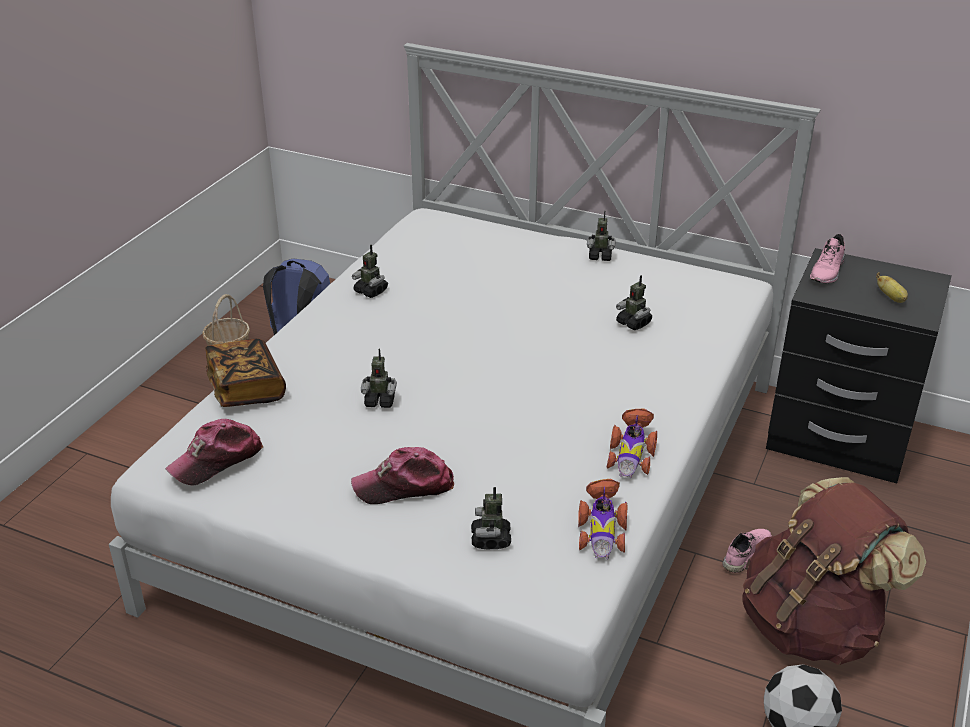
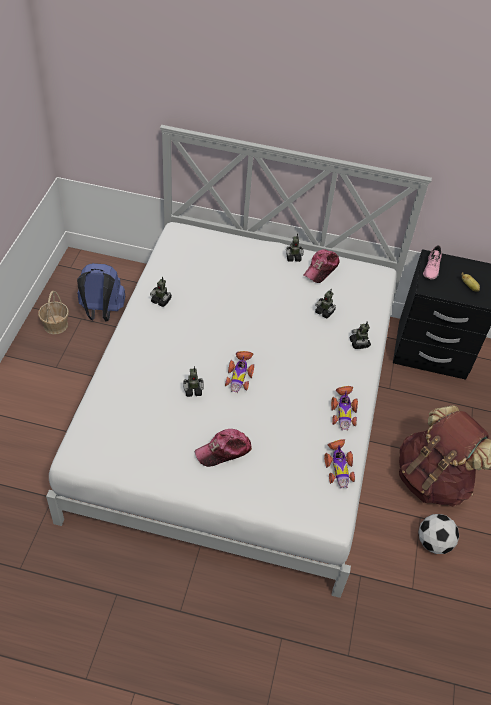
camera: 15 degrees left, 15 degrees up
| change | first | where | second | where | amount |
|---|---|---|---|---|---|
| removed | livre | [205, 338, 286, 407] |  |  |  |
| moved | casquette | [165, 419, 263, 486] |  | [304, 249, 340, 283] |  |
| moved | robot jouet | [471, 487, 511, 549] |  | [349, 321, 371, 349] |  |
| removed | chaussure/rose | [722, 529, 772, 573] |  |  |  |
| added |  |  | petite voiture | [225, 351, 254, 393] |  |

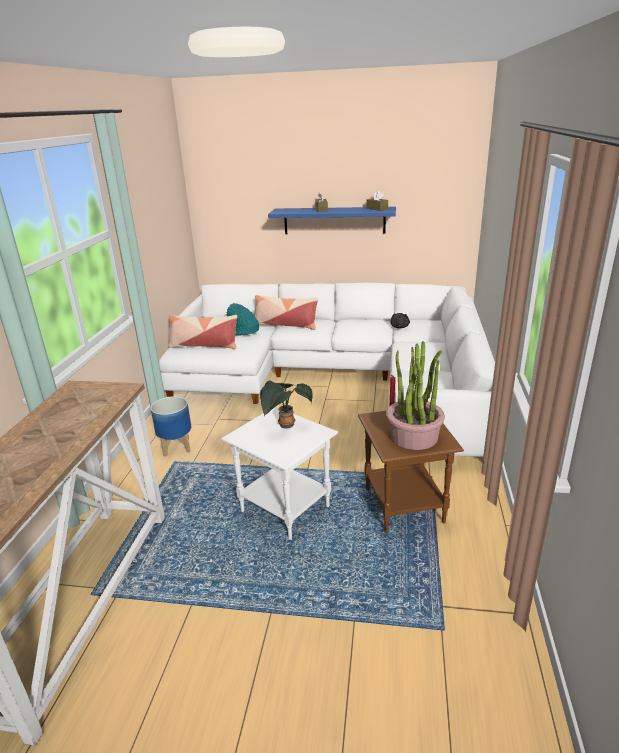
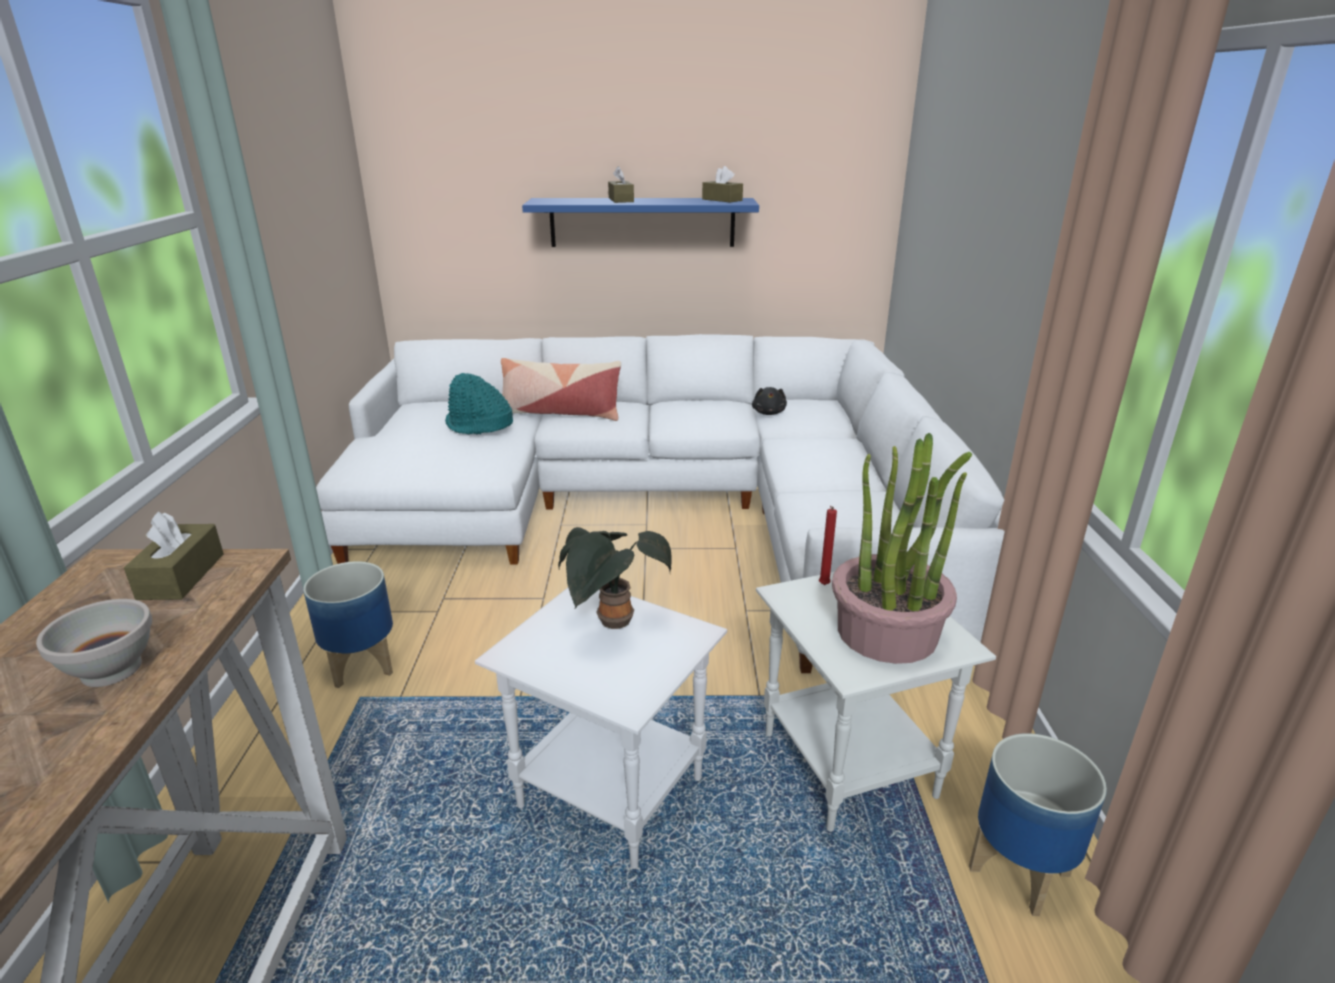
camera: 10 degrees left, 0 degrees up
| change | first | where | second | where | amount |
|---|---|---|---|---|---|
| removed | coussin | [169, 315, 237, 349] |  |  |  |
| recoloured | table d'appoint/marron | [358, 411, 464, 533] | table d'appoint/blanc | [756, 572, 996, 832] |  |
| added |  |  | boîte à mouchoirs/marron | [124, 511, 224, 600] |  |
| added |  |  | bol/blanc | [36, 599, 152, 687] |  |
| added |  |  | cache-pot | [969, 733, 1107, 916] |  |

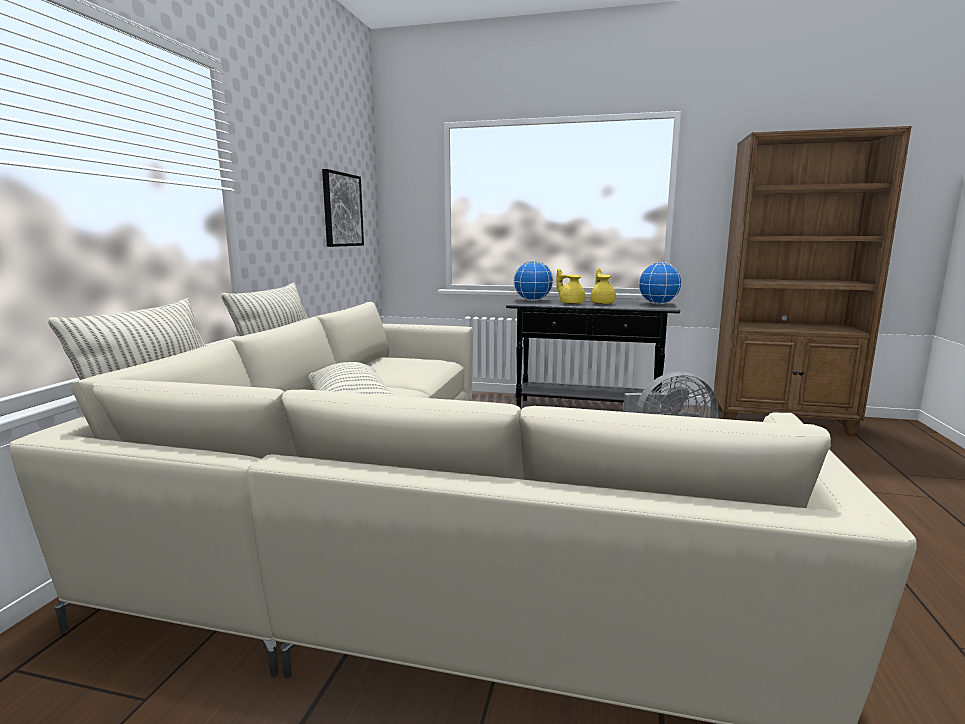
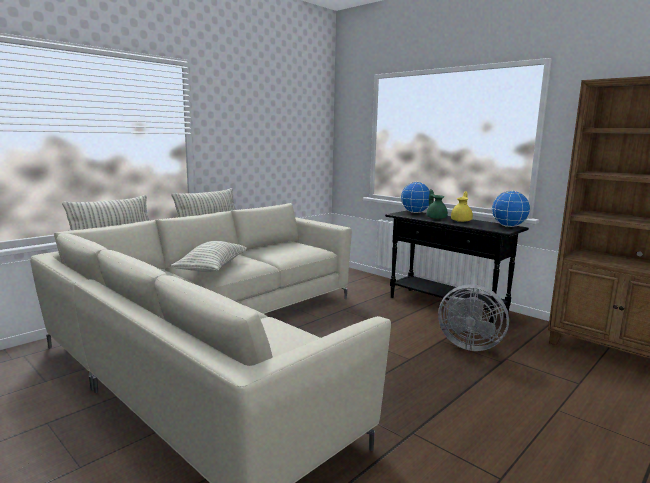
camera: 30 degrees right, 0 degrees up
| change | first | where | second | where | amount |
|---|---|---|---|---|---|
| removed | tableau | [322, 169, 364, 247] |  |  |  |
| recoloured | théière/jaune | [556, 268, 585, 304] | théière/vert | [427, 189, 448, 219] |  |

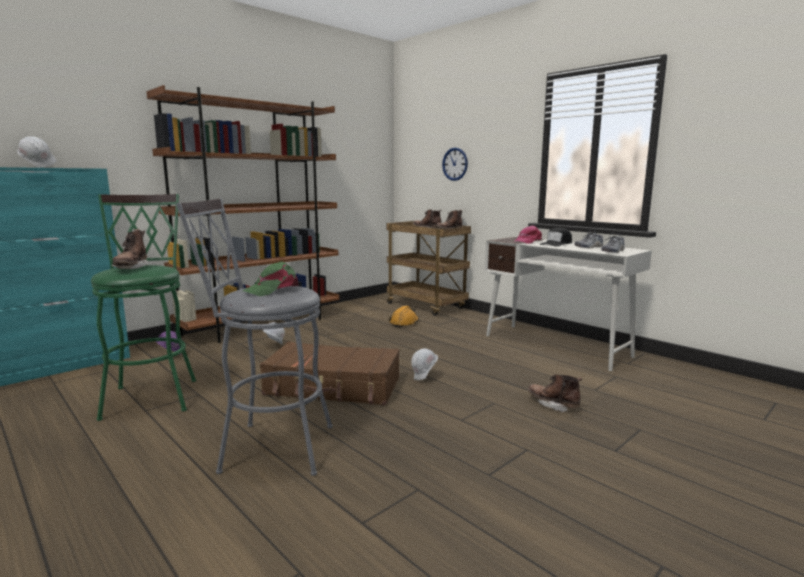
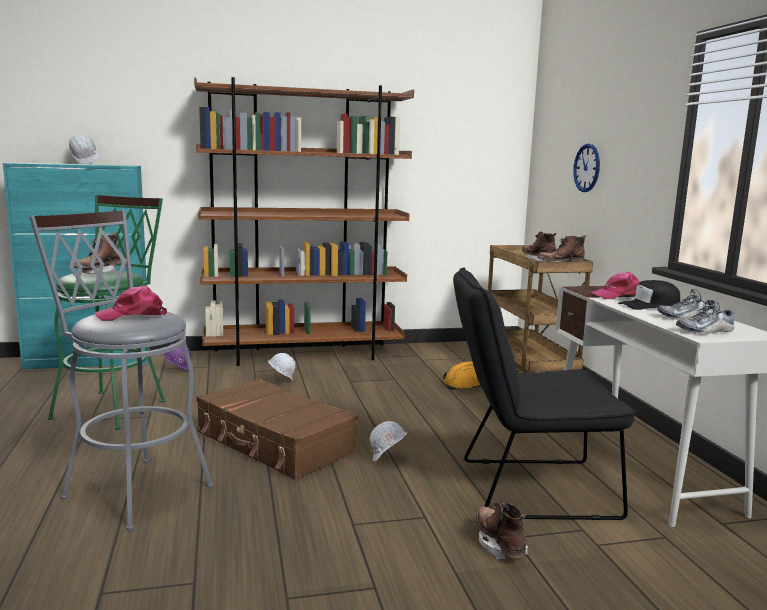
camera: 30 degrees right, 0 degrees up
| change | first | where | second | where | amount |
|---|---|---|---|---|---|
| recoloured | casquette/vert | [242, 261, 298, 296] | casquette/rose | [95, 285, 167, 321] |  |
| added |  |  | chaise/noir | [453, 267, 636, 520] |  |

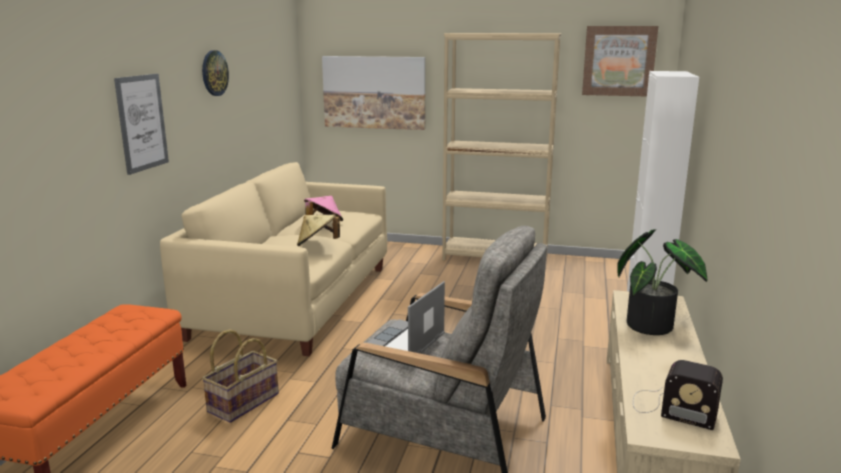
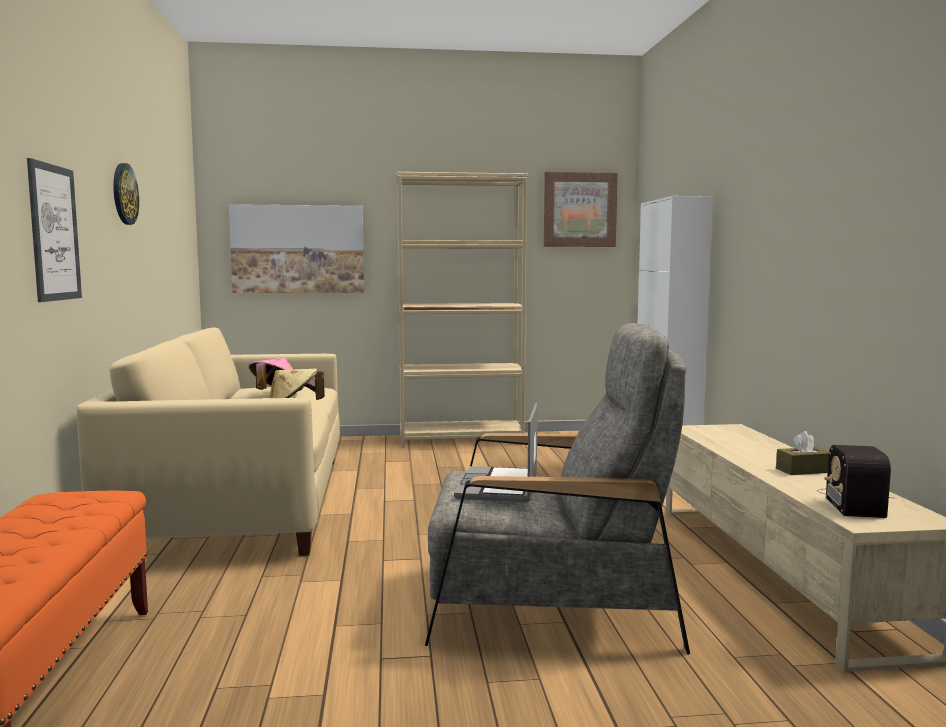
camera: 20 degrees left, 10 degrees down
| change | first | where | second | where | amount |
|---|---|---|---|---|---|
| removed | plante en pot | [617, 229, 708, 335] |  |  |  |
| removed | panier | [202, 329, 279, 423] |  |  |  |
| turned | radio | [633, 360, 723, 430] |  | [817, 445, 893, 518] | 90 degrees clockwise |
| added |  |  | boîte à mouchoirs/marron | [776, 431, 829, 475] |  |

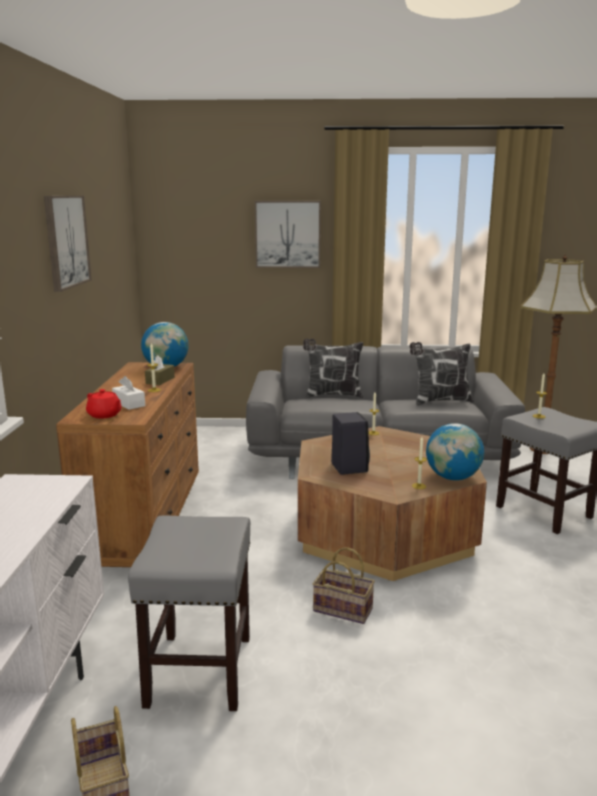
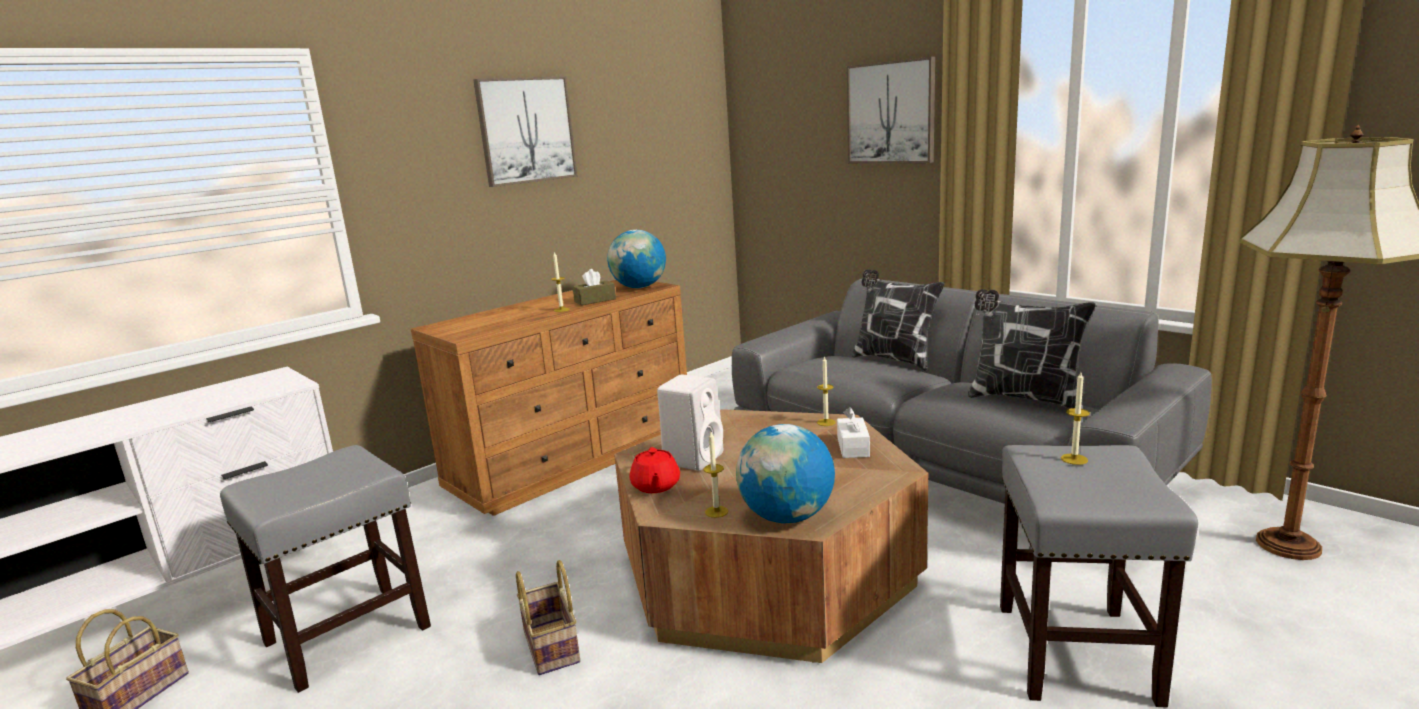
camera: 45 degrees right, 0 degrees up
| change | first | where | second | where | amount |
|---|---|---|---|---|---|
| moved | boîte à mouchoirs/blanc | [112, 376, 145, 410] |  | [837, 407, 870, 458] |  |
| moved | théière/rouge | [86, 389, 121, 418] |  | [630, 447, 680, 493] |  |
| recoloured | enceinte/noir | [331, 412, 370, 475] | enceinte/blanc | [657, 374, 723, 471] |  |

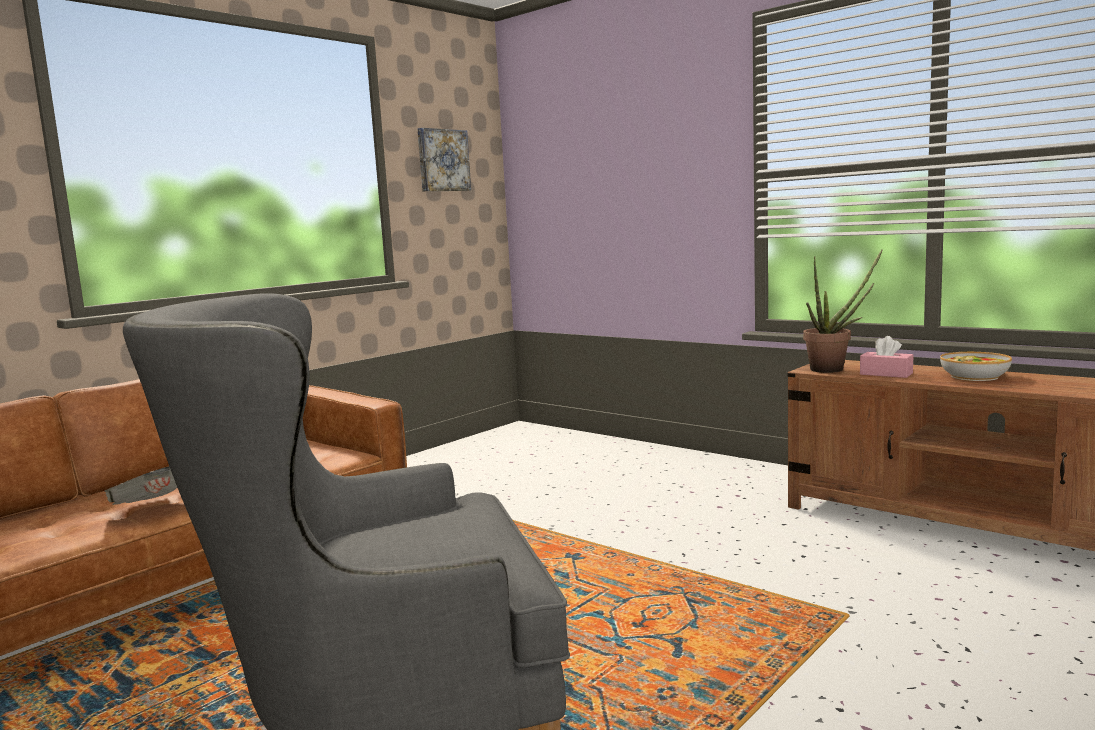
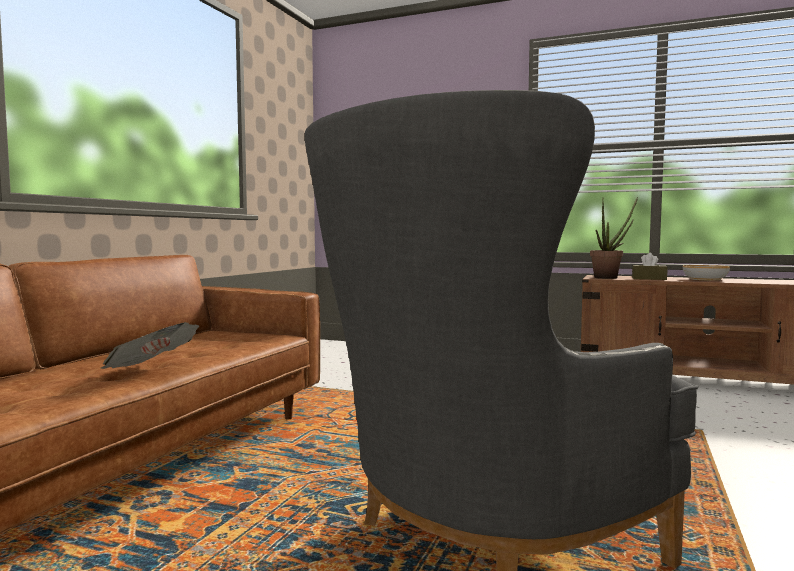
camera: 20 degrees left, 5 degrees down
| change | first | where | second | where | amount |
|---|---|---|---|---|---|
| removed | tableau | [418, 128, 471, 191] |  |  |  |
| recoloured | boîte à mouchoirs/rose | [860, 336, 913, 378] | boîte à mouchoirs/marron | [632, 253, 668, 280] |  |

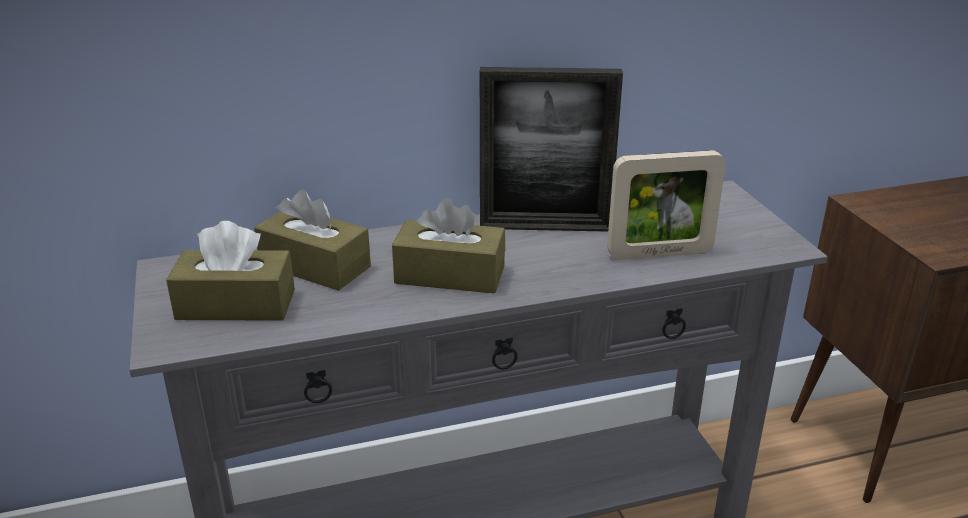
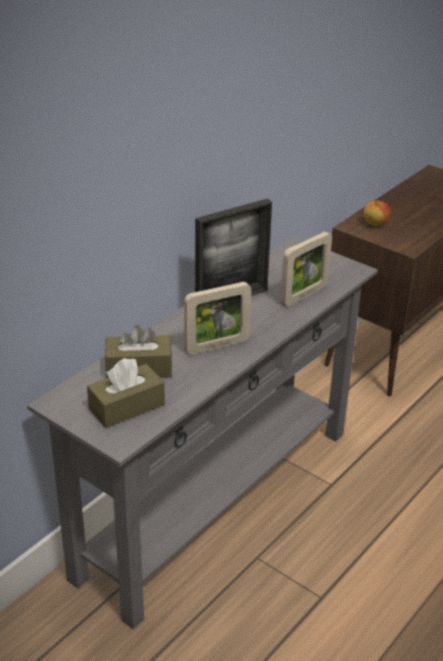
camera: 35 degrees left, 5 degrees up
| change | first | where | second | where | amount |
|---|---|---|---|---|---|
| replaced | boîte à mouchoirs/marron | [392, 198, 505, 294] | cadre photo | [184, 282, 251, 355] |  |
| added |  |  | pomme | [363, 201, 391, 226] |  |

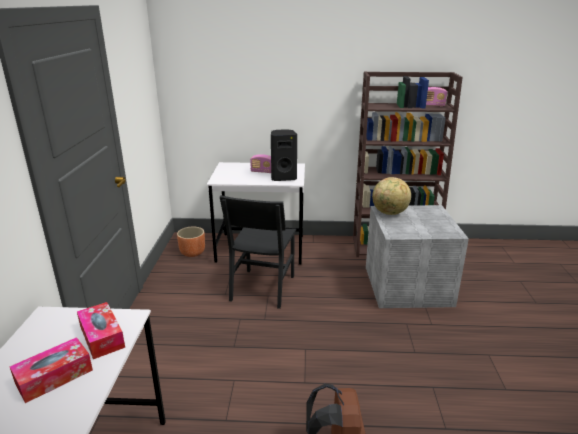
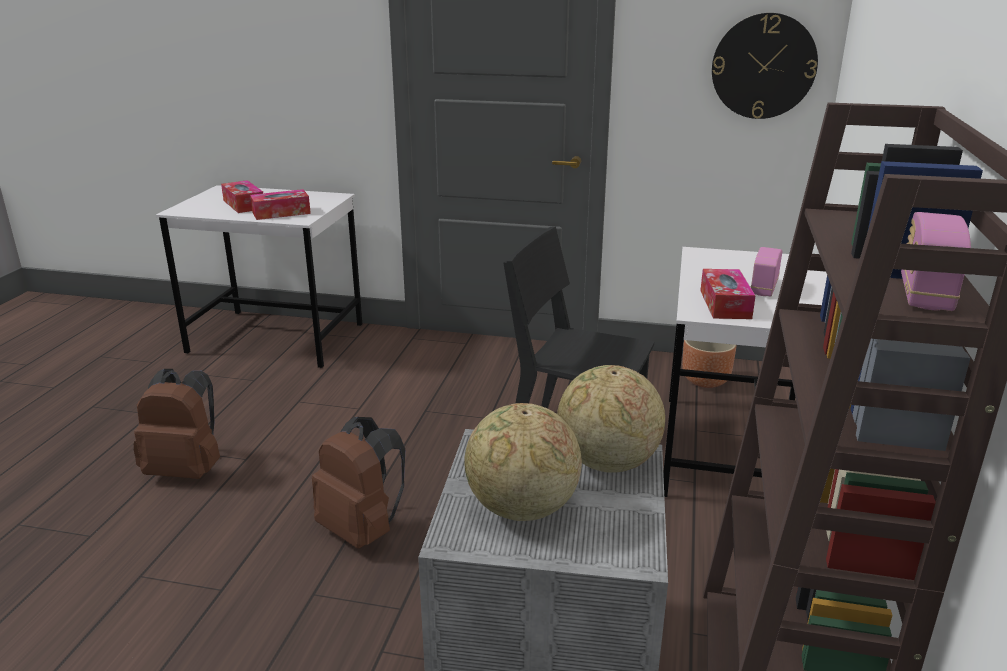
camera: 100 degrees right, 0 degrees up
| change | first | where | second | where | amount |
|---|---|---|---|---|---|
| replaced | enceinte/noir | [271, 129, 297, 181] | boîte à mouchoirs | [700, 269, 755, 319] |  |
| added |  |  | horloge murale | [712, 13, 818, 119] |  |
| added |  |  | globe | [464, 403, 582, 521] |  |
| added |  |  | sac à dos/marron | [312, 417, 405, 549] |  |

